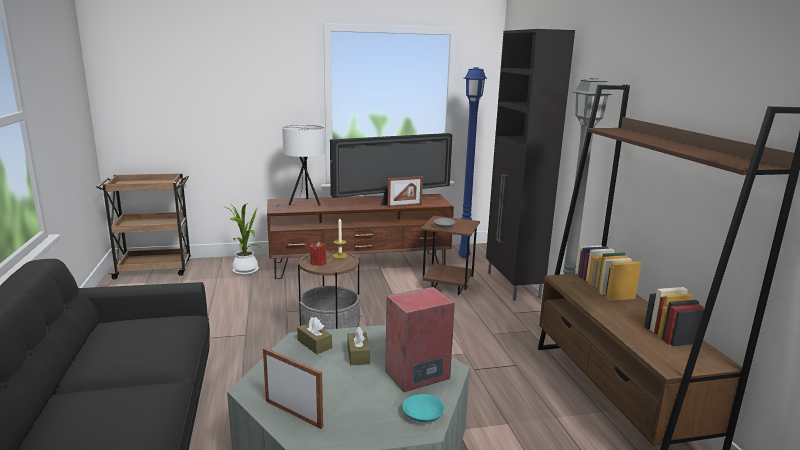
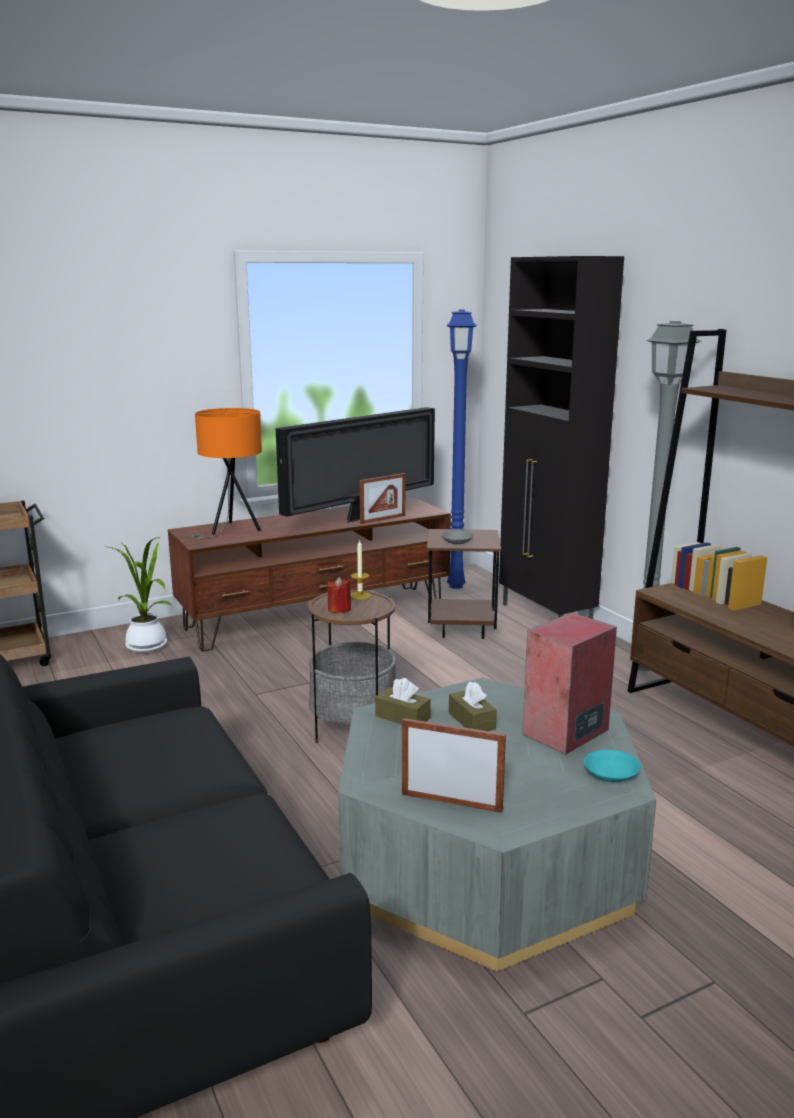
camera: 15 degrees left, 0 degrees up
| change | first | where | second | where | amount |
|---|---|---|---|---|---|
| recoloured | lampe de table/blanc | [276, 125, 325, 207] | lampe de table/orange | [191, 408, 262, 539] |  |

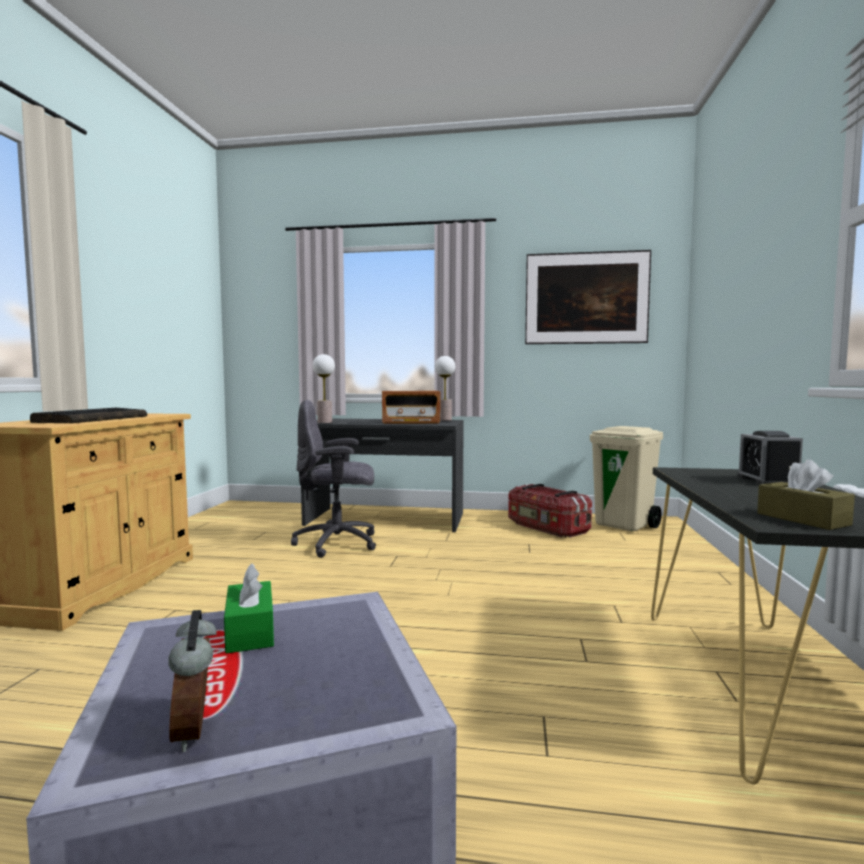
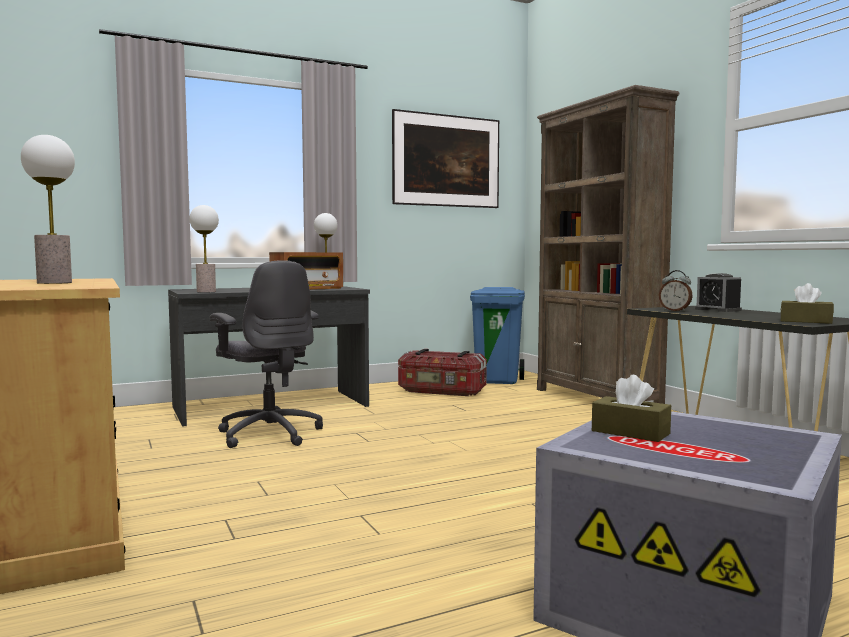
camera: 35 degrees left, 0 degrees up
| change | first | where | second | where | amount |
|---|---|---|---|---|---|
| turned | chaise de bureau/gris | [291, 400, 376, 558] |  | [210, 260, 323, 448] | 90 degrees counterclockwise |
| replaced | clavier | [30, 408, 147, 423] | lampe de table | [21, 135, 75, 284] |  |
| recoloured | poubelle/beige | [590, 426, 663, 532] | poubelle/bleu | [470, 287, 525, 384] |  |
| recoloured | boîte à mouchoirs/vert | [224, 563, 274, 654] | boîte à mouchoirs/marron | [592, 375, 671, 442] |  |
| moved | réveil | [168, 610, 216, 752] |  | [659, 270, 693, 312] |  |
| added |  |  | bibliothèque/marron | [537, 85, 679, 404] |  |

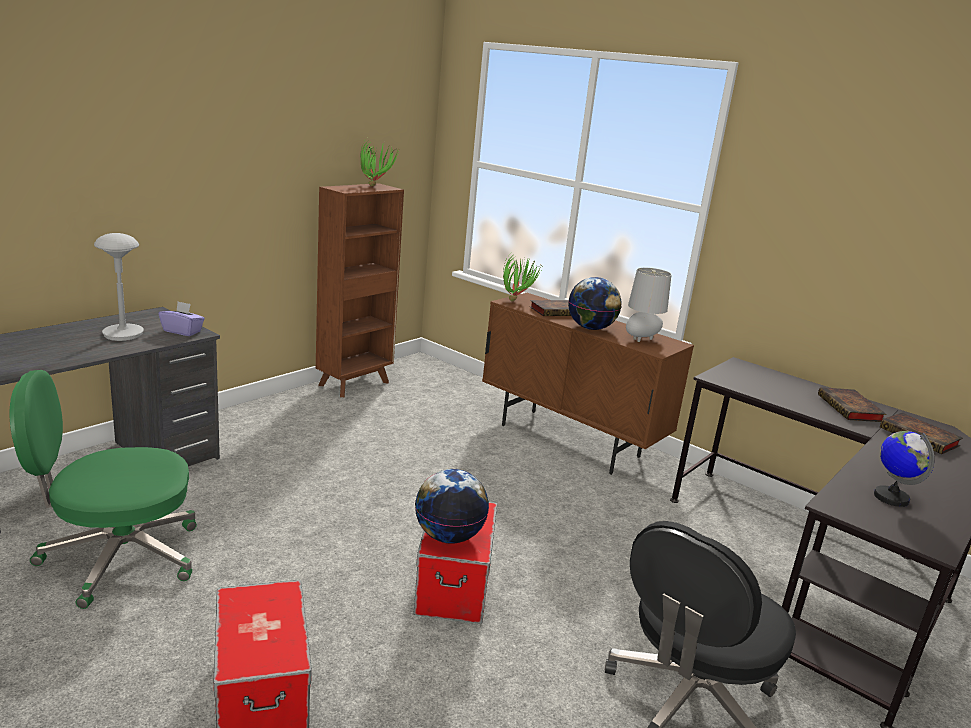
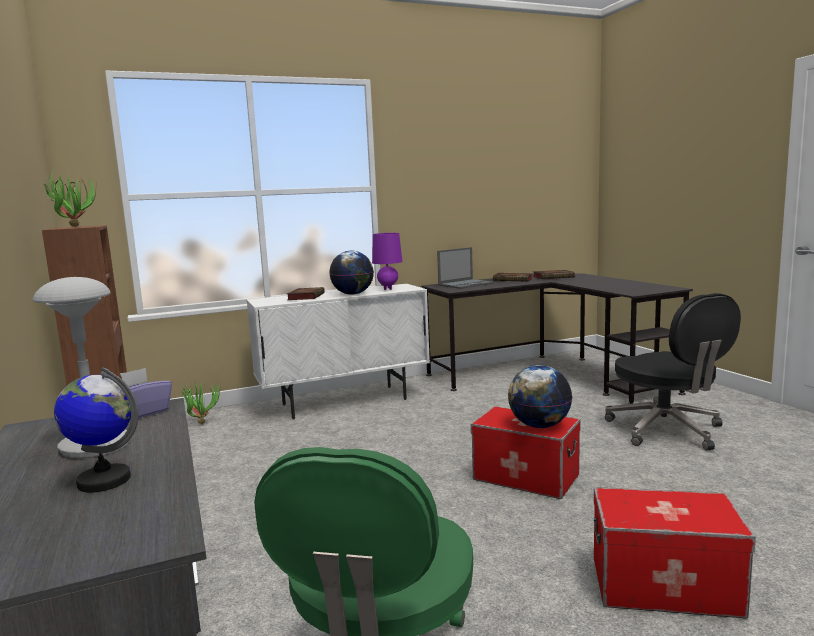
camera: 60 degrees left, 10 degrees down
| change | first | where | second | where | amount |
|---|---|---|---|---|---|
| moved | plante en pot | [503, 255, 542, 302] |  | [180, 381, 220, 424] |  |
| recoloured | lampe de table/gris | [626, 268, 672, 342] | lampe de table/violet | [372, 233, 403, 290] |  |
| recoloured | meuble de rangement/marron | [482, 293, 694, 475] | meuble de rangement/blanc | [246, 284, 430, 420] |  |
| moved | globe | [874, 431, 934, 507] |  | [54, 367, 139, 493] |  |
| added |  |  | ordinateur portable | [437, 247, 494, 289] |  |

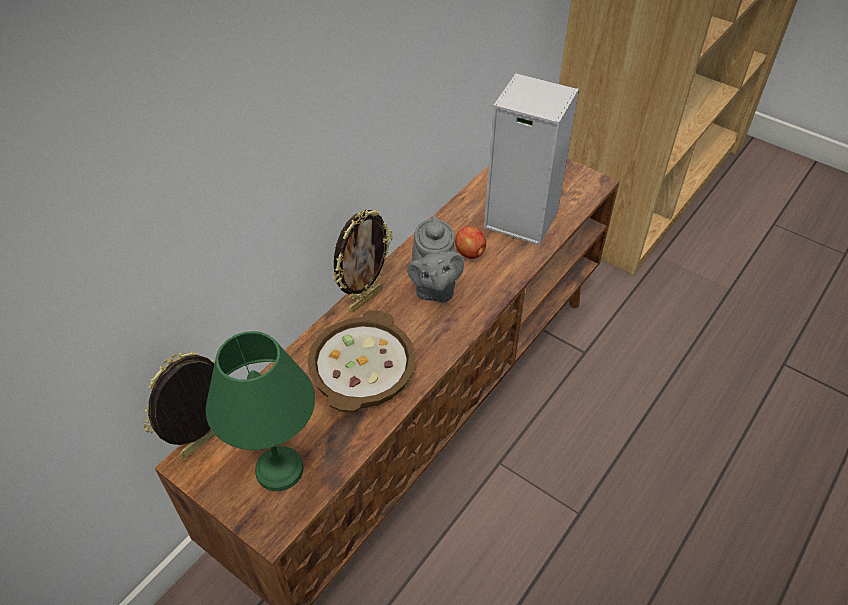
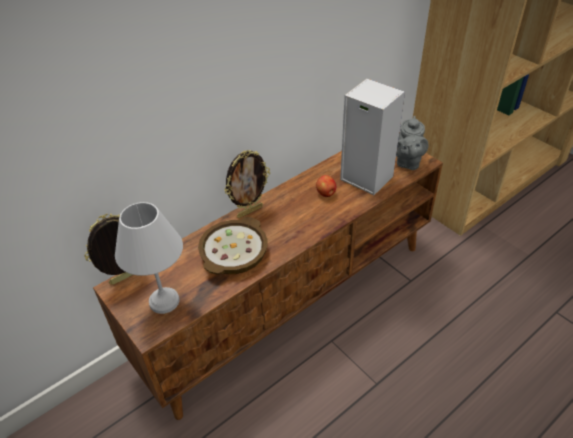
camera: 15 degrees right, 5 degrees down
| change | first | where | second | where | amount |
|---|---|---|---|---|---|
| moved | théière/gris | [407, 215, 464, 303] |  | [396, 116, 428, 170] |  |
| recoloured | lampe de table/vert | [205, 331, 316, 491] | lampe de table/blanc | [115, 202, 183, 314] |  |

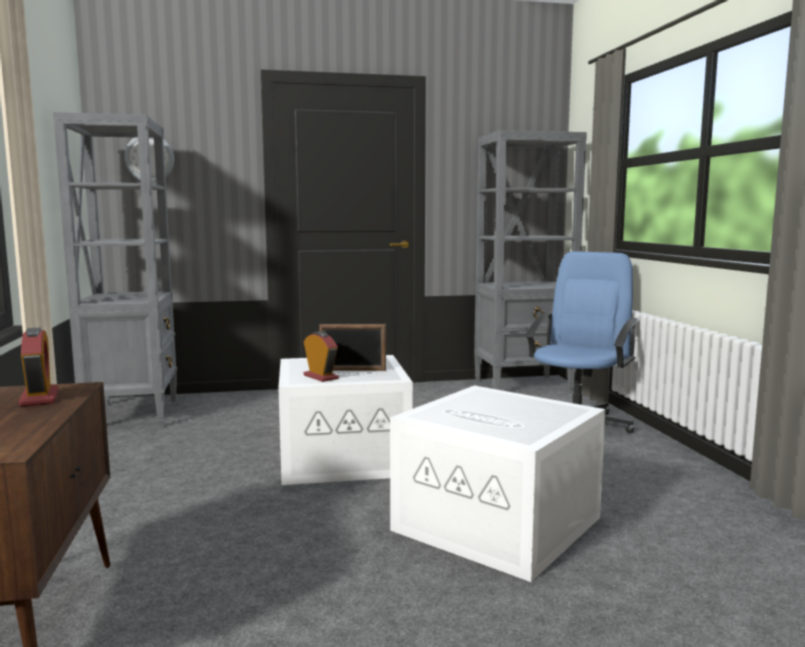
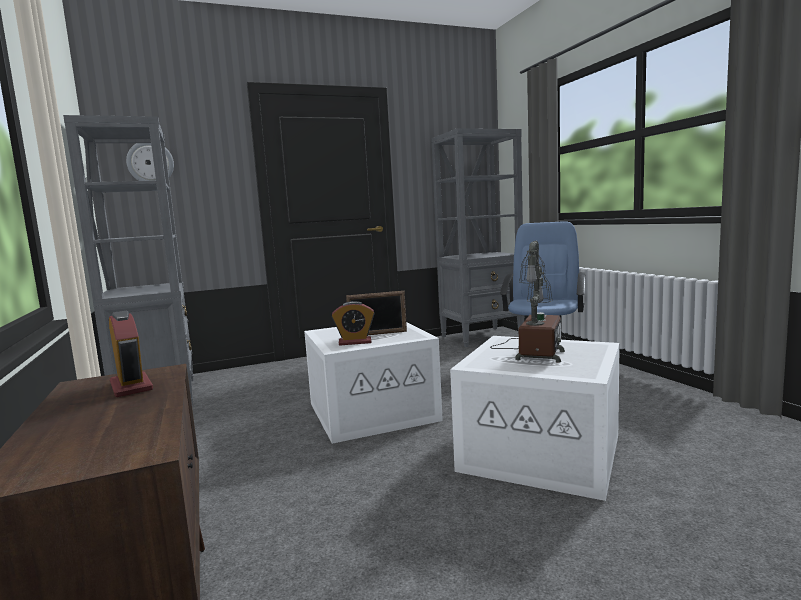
camera: 10 degrees left, 0 degrees up
| change | first | where | second | where | amount |
|---|---|---|---|---|---|
| turned | réveil | [303, 331, 339, 382] |  | [332, 301, 375, 345] | 135 degrees clockwise |
| added |  |  | lampe de table | [490, 241, 565, 363] |  |

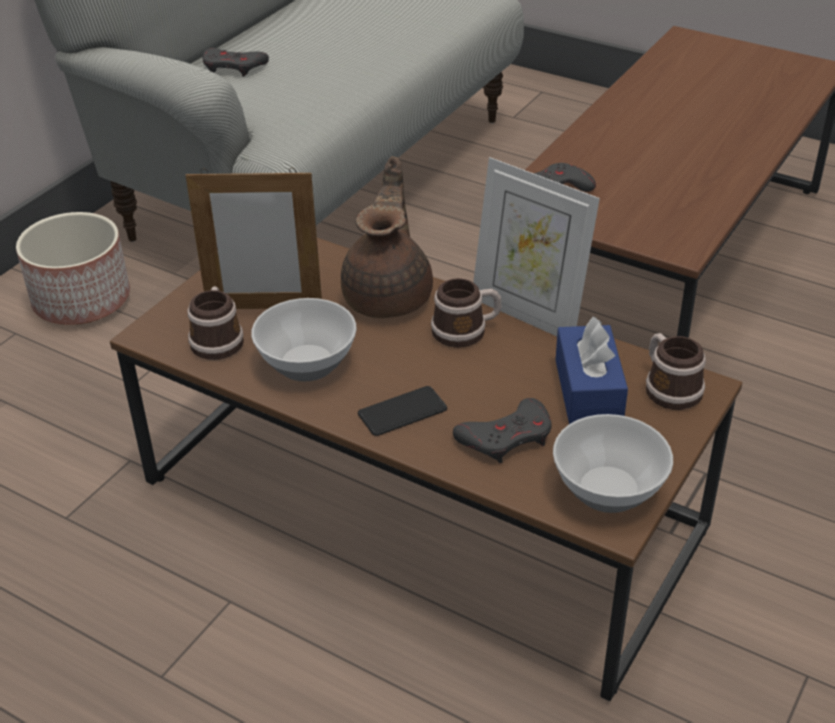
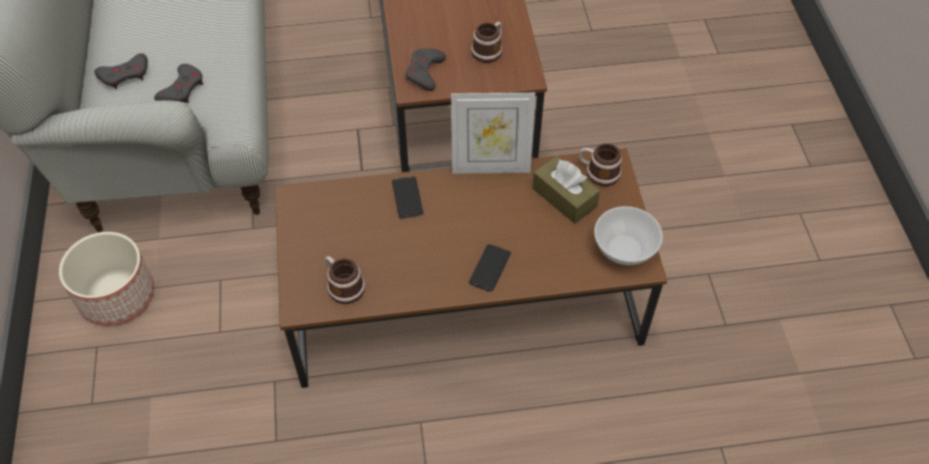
camera: 40 degrees left, 15 degrees up
| change | first | where | second | where | amount |
|---|---|---|---|---|---|
| replaced | théière/marron | [341, 156, 433, 318] | téléphone | [392, 176, 423, 218] |  |
| removed | cadre photo | [185, 168, 322, 309] |  |  |  |
| moved | mug | [431, 278, 501, 348] |  | [471, 22, 503, 63] |  |
| removed | bol | [251, 298, 357, 381] |  |  |  |
| recoloured | boîte à mouchoirs/bleu | [556, 317, 628, 424] | boîte à mouchoirs/marron | [532, 156, 600, 224] |  |
| moved | manette/gris | [453, 398, 552, 463] |  | [154, 64, 203, 103] |  |

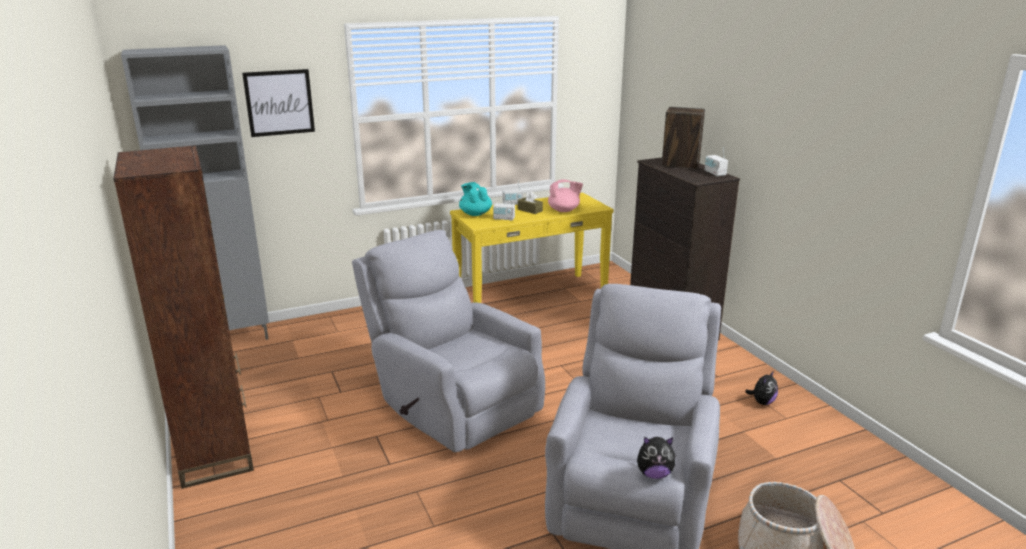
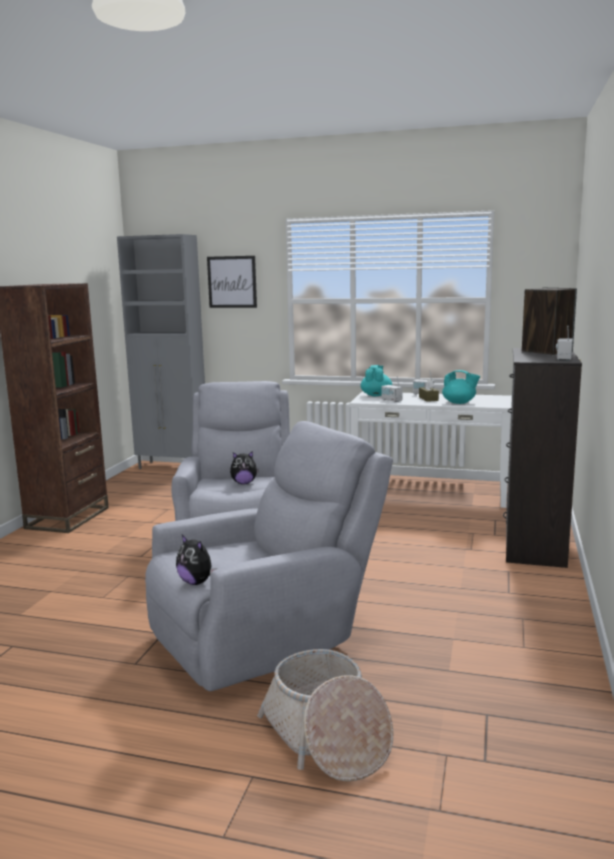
camera: 40 degrees right, 10 degrees down
| change | first | where | second | where | amount |
|---|---|---|---|---|---|
| recoloured | théière/rose | [548, 179, 583, 212] | théière/turquoise | [442, 370, 480, 404] |  |
| recoloured | table console/jaune | [450, 193, 613, 303] | table console/blanc | [349, 392, 512, 508] |  |
| moved | peluche | [745, 371, 778, 405] |  | [230, 451, 259, 484] |  |

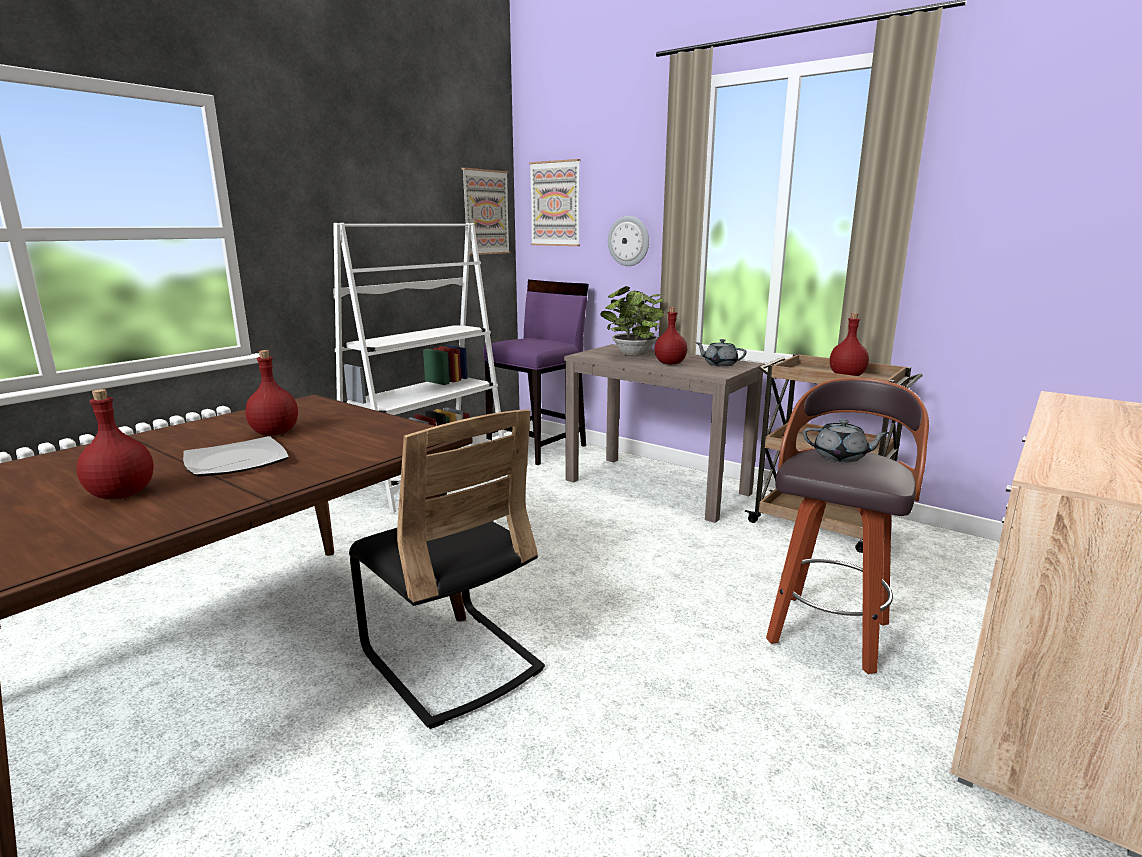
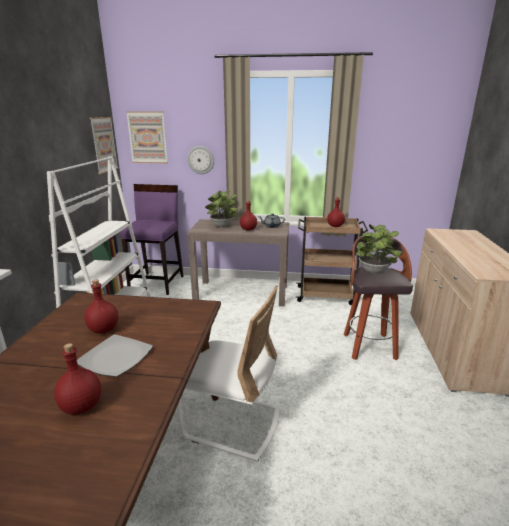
camera: 30 degrees left, 5 degrees up
| change | first | where | second | where | amount |
|---|---|---|---|---|---|
| recoloured | chaise/noir | [349, 409, 545, 729] | chaise/blanc | [177, 285, 280, 462] |  |
| replaced | théière/gris | [803, 419, 890, 462] | plante en pot | [355, 224, 402, 274] |  |

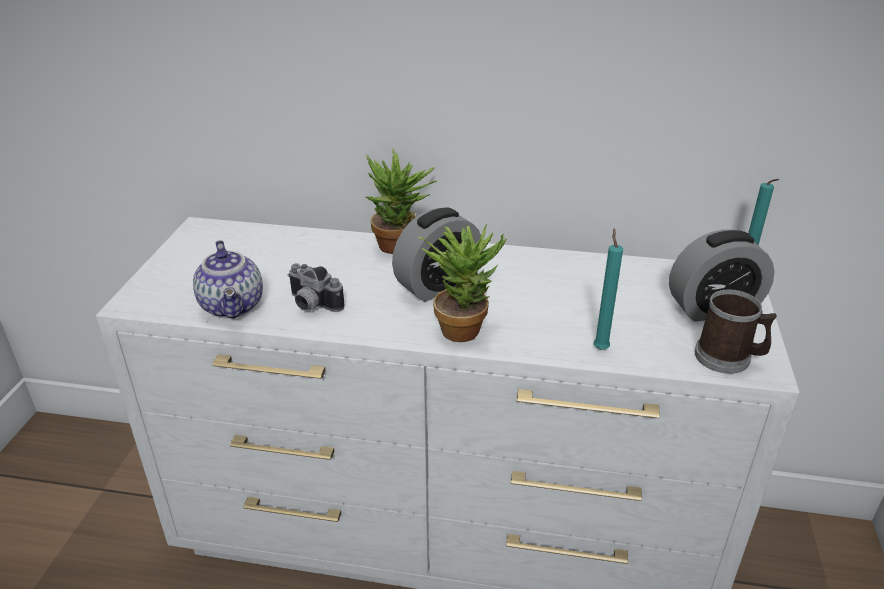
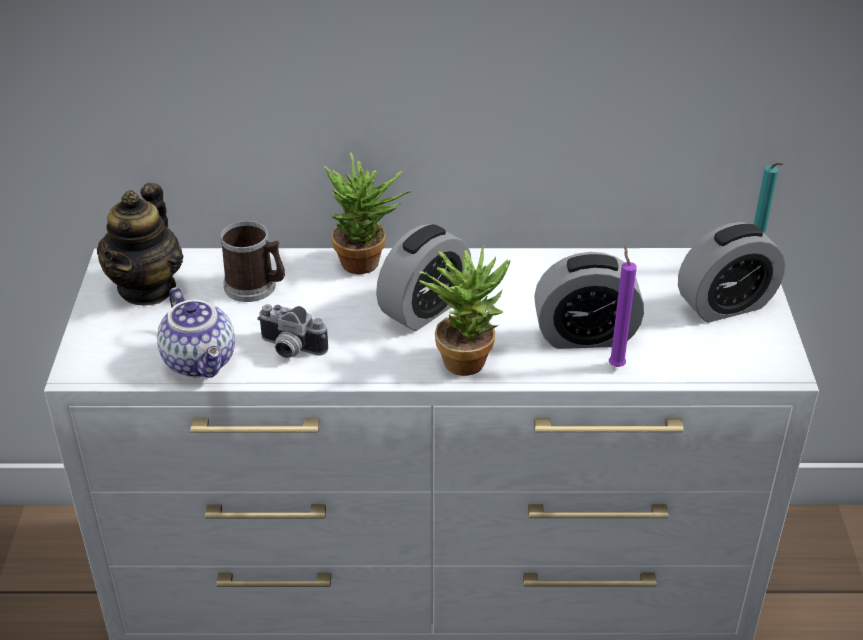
camera: 10 degrees left, 5 degrees up
| change | first | where | second | where | amount |
|---|---|---|---|---|---|
| recoloured | bougie/turquoise | [594, 228, 623, 350] | bougie/violet | [609, 245, 637, 367] |  |
| moved | mug | [695, 290, 777, 374] |  | [220, 221, 285, 302] |  |
| added |  |  | théière | [97, 183, 183, 306] |  |
| added |  |  | réveil | [534, 252, 644, 349] |  |

